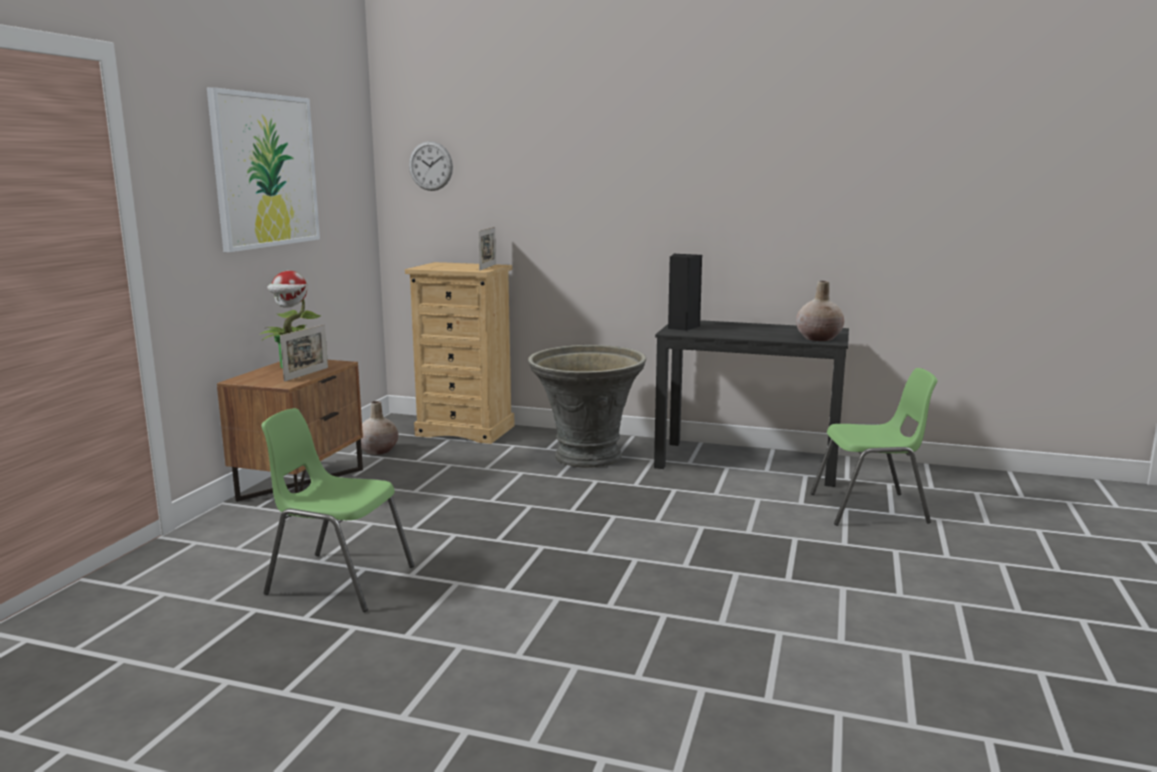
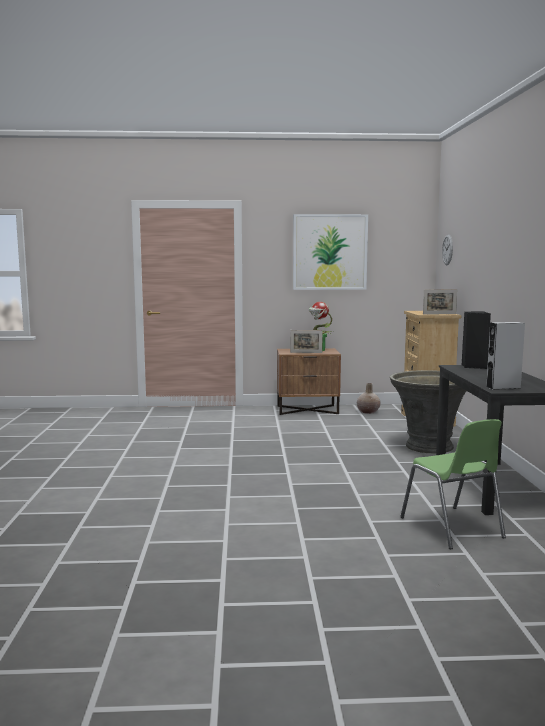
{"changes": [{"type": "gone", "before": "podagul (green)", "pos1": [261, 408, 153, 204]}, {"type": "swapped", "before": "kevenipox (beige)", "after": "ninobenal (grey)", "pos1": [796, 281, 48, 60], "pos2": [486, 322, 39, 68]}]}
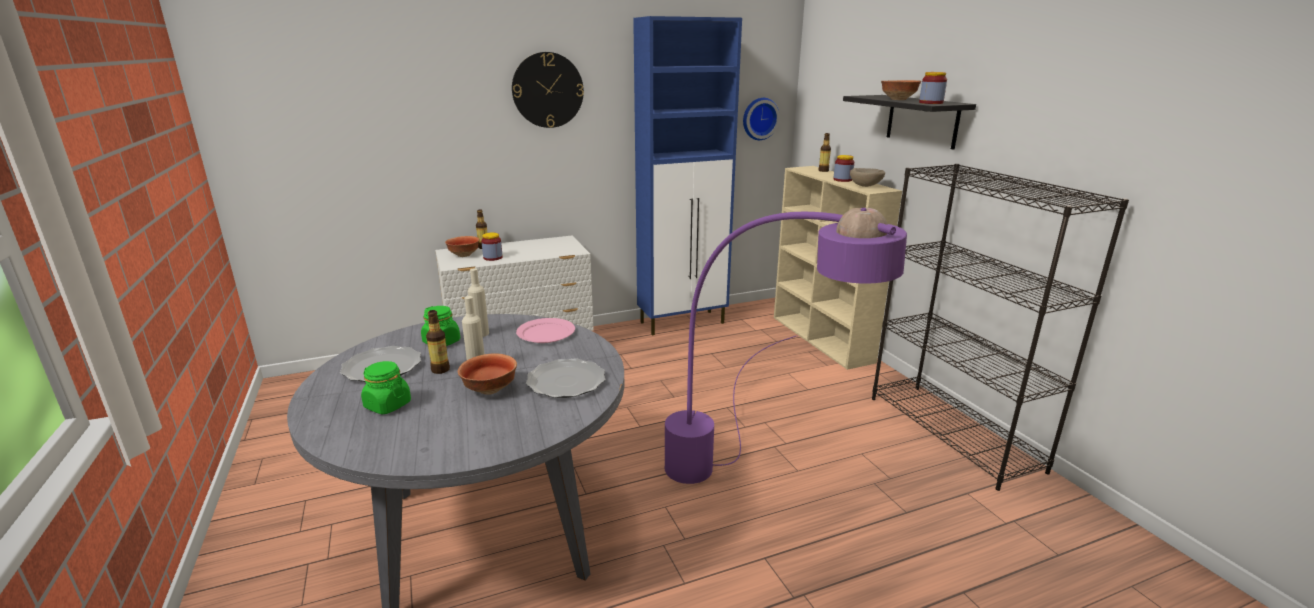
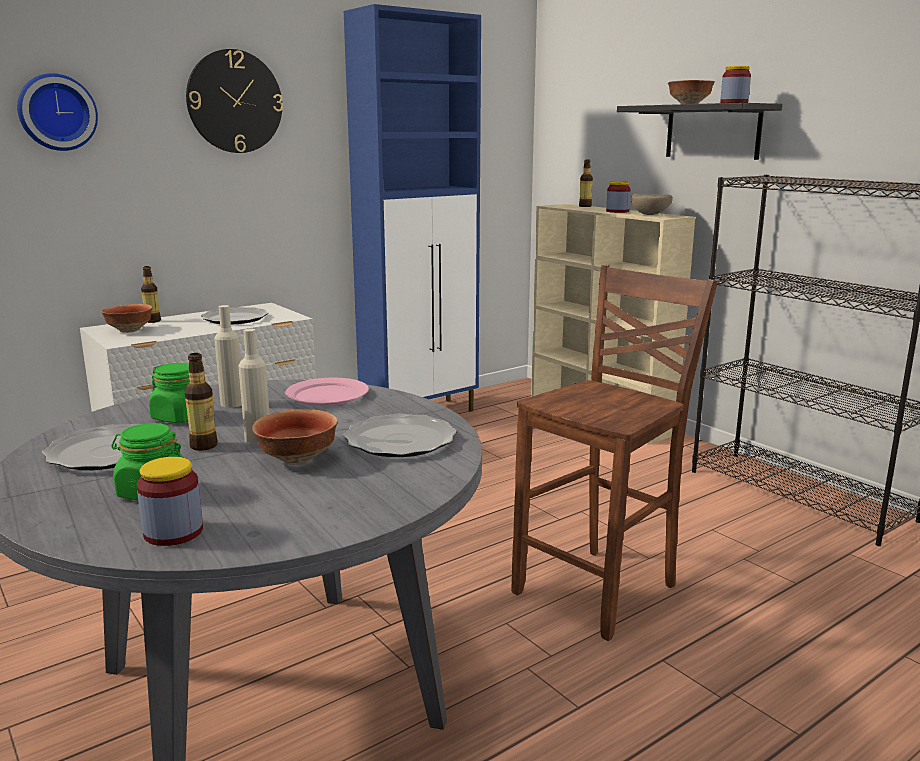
{"changes": [{"type": "shifted", "before": "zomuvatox", "pos1": [481, 232, 22, 29], "pos2": [137, 457, 66, 89]}, {"type": "swapped", "before": "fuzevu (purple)", "after": "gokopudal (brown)", "pos1": [665, 208, 242, 276], "pos2": [511, 265, 207, 376]}, {"type": "shifted", "before": "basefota", "pos1": [743, 98, 37, 42], "pos2": [17, 73, 81, 78]}, {"type": "new", "after": "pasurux", "pos2": [201, 307, 67, 18]}]}
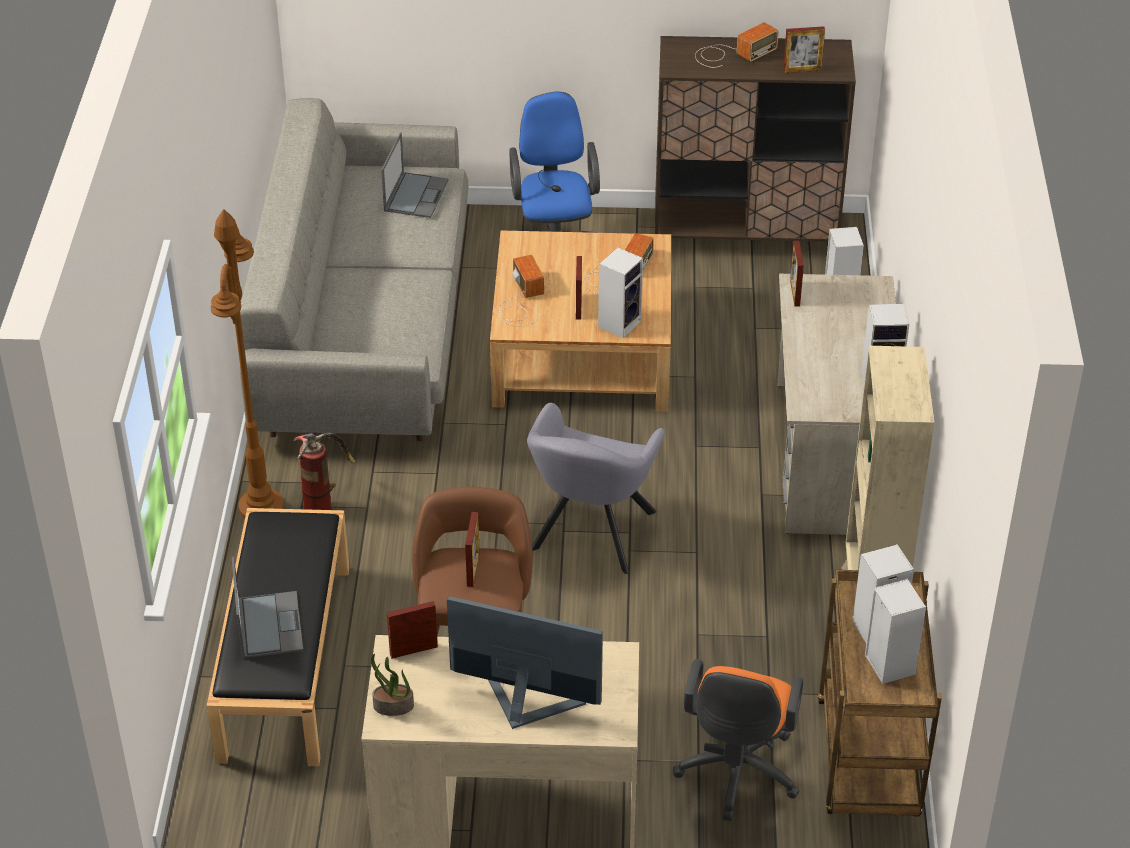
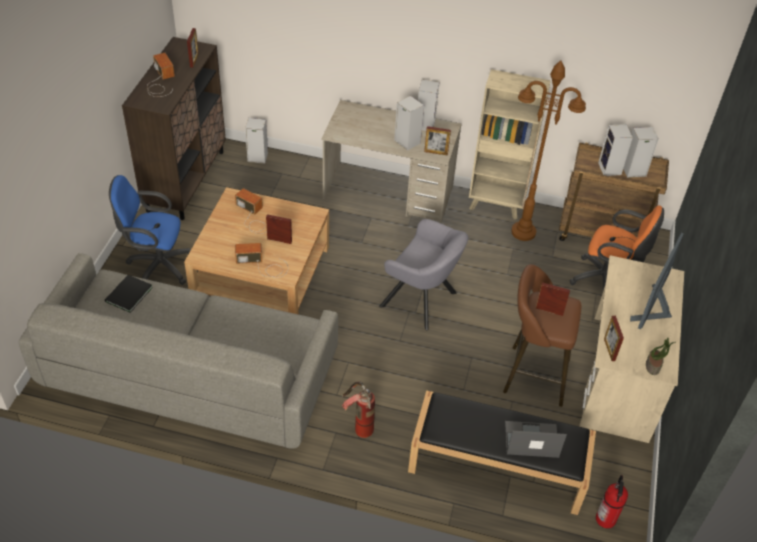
{"changes": [{"type": "shifted", "before": "fuzevu (brown)", "pos1": [211, 209, 73, 310], "pos2": [511, 60, 75, 181]}, {"type": "swapped", "before": "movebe", "after": "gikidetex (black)", "pos1": [381, 132, 68, 86], "pos2": [105, 275, 48, 38]}, {"type": "shifted", "before": "ninobenal", "pos1": [598, 248, 45, 90], "pos2": [394, 96, 30, 55]}, {"type": "shifted", "before": "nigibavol", "pos1": [790, 241, 14, 65], "pos2": [424, 126, 27, 30]}, {"type": "new", "after": "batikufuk", "pos2": [596, 475, 32, 53]}]}
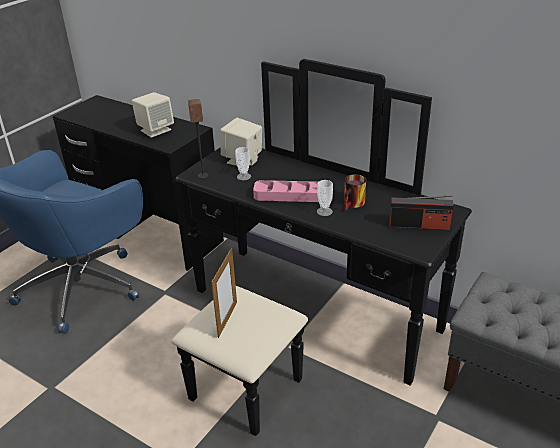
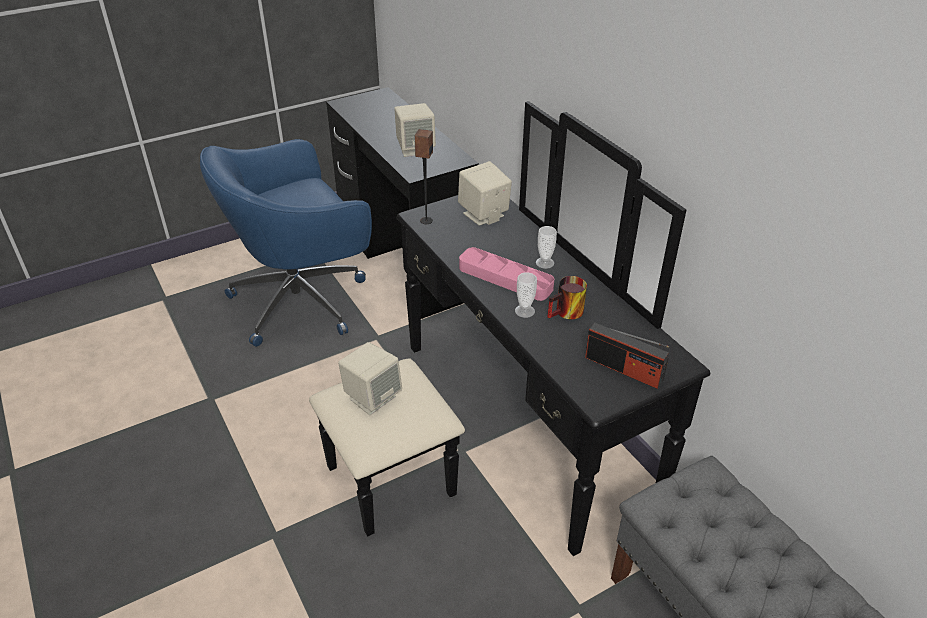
{"changes": [{"type": "swapped", "before": "nigibavol", "after": "ninobenal (beige)", "pos1": [211, 248, 26, 90], "pos2": [338, 342, 64, 73]}, {"type": "shifted", "before": "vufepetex", "pos1": [235, 147, 16, 33], "pos2": [536, 226, 21, 43]}]}
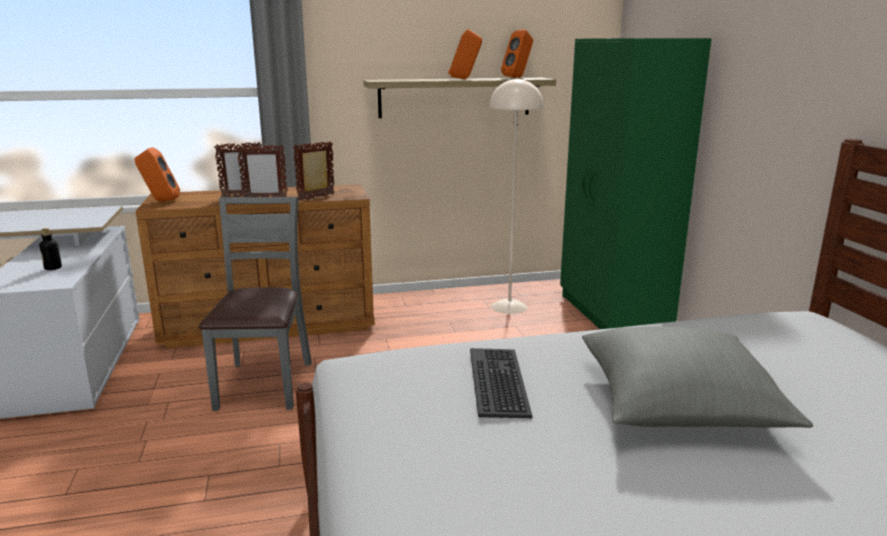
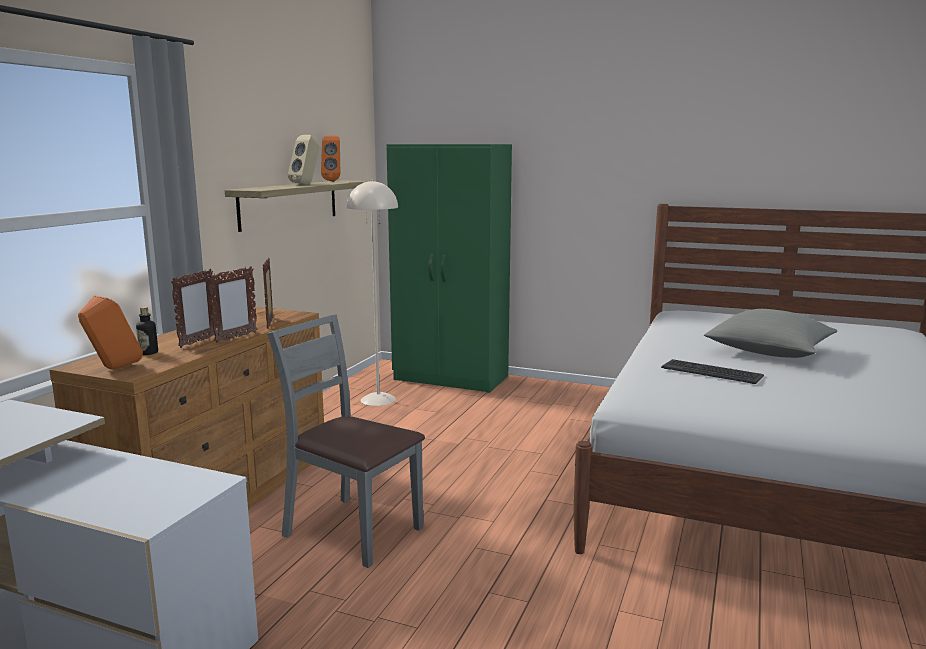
{"changes": [{"type": "shifted", "before": "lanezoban", "pos1": [39, 228, 23, 42], "pos2": [136, 307, 22, 48]}, {"type": "repainted", "before": "ninobenal (orange)", "after": "ninobenal (beige)", "pos1": [448, 29, 34, 50], "pos2": [288, 135, 32, 49]}]}
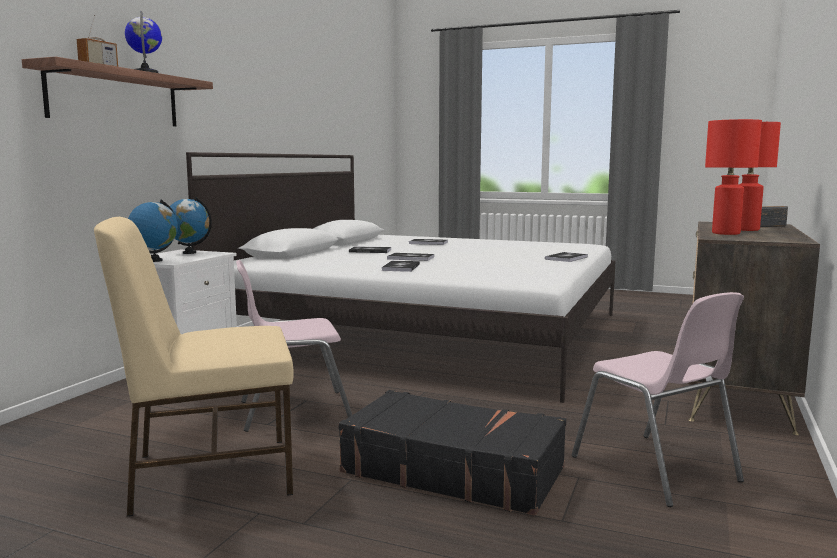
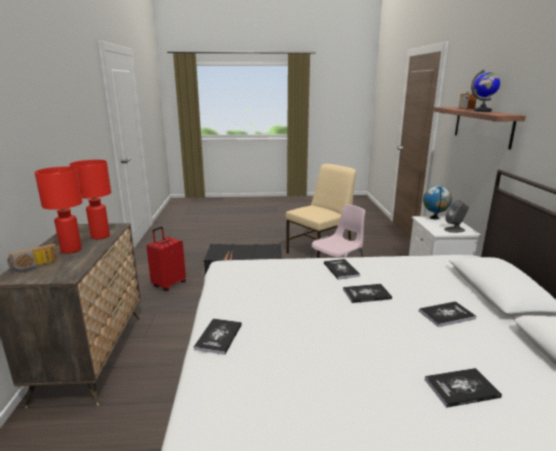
{"changes": [{"type": "swapped", "before": "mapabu", "after": "ninobenal (grey)", "pos1": [170, 197, 42, 57], "pos2": [444, 200, 25, 33]}, {"type": "swapped", "before": "podagul (pink)", "after": "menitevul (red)", "pos1": [572, 292, 172, 215], "pos2": [146, 227, 40, 64]}]}
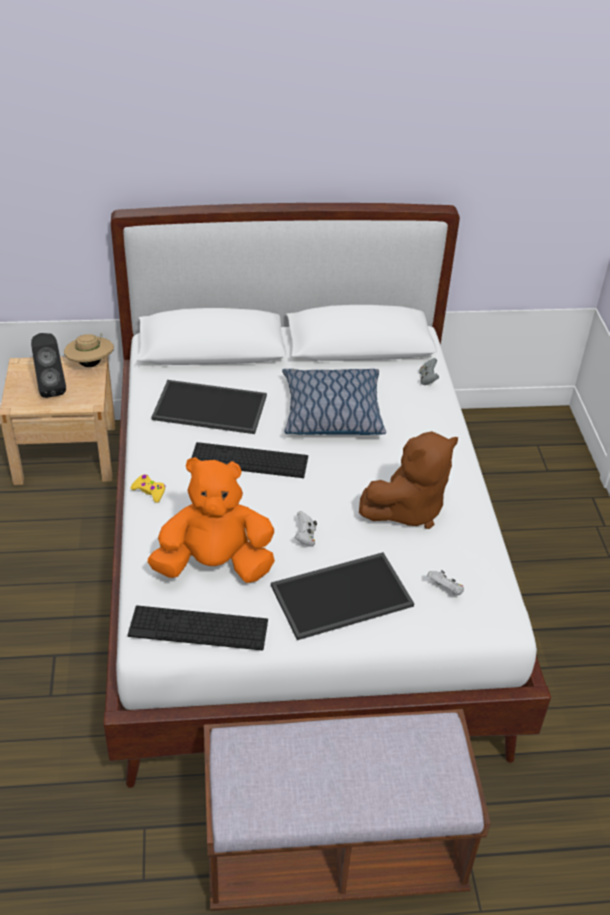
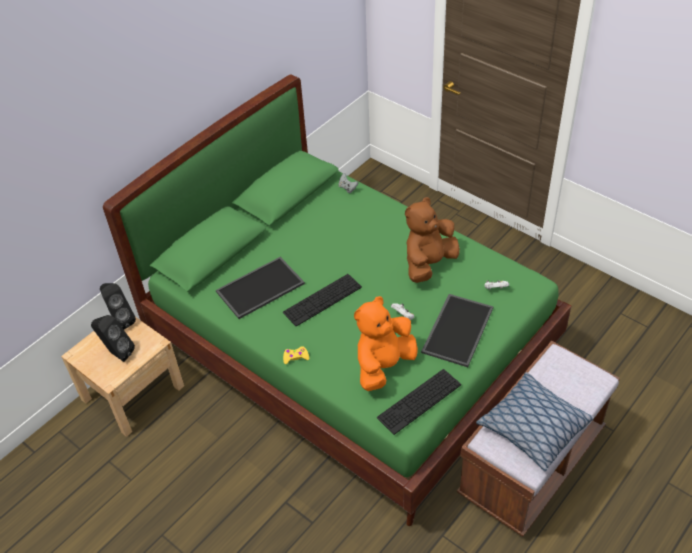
{"changes": [{"type": "swapped", "before": "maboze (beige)", "after": "ninobenal (black)", "pos1": [64, 333, 50, 34], "pos2": [100, 283, 36, 47]}, {"type": "repainted", "before": "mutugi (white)", "after": "mutugi (green)", "pos1": [104, 203, 447, 585], "pos2": [103, 74, 468, 452]}, {"type": "shifted", "before": "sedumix", "pos1": [282, 369, 104, 66], "pos2": [476, 372, 118, 99]}, {"type": "rotated", "before": "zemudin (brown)", "pos1": [359, 431, 99, 98], "pos2": [405, 197, 55, 86], "turn": -150}]}
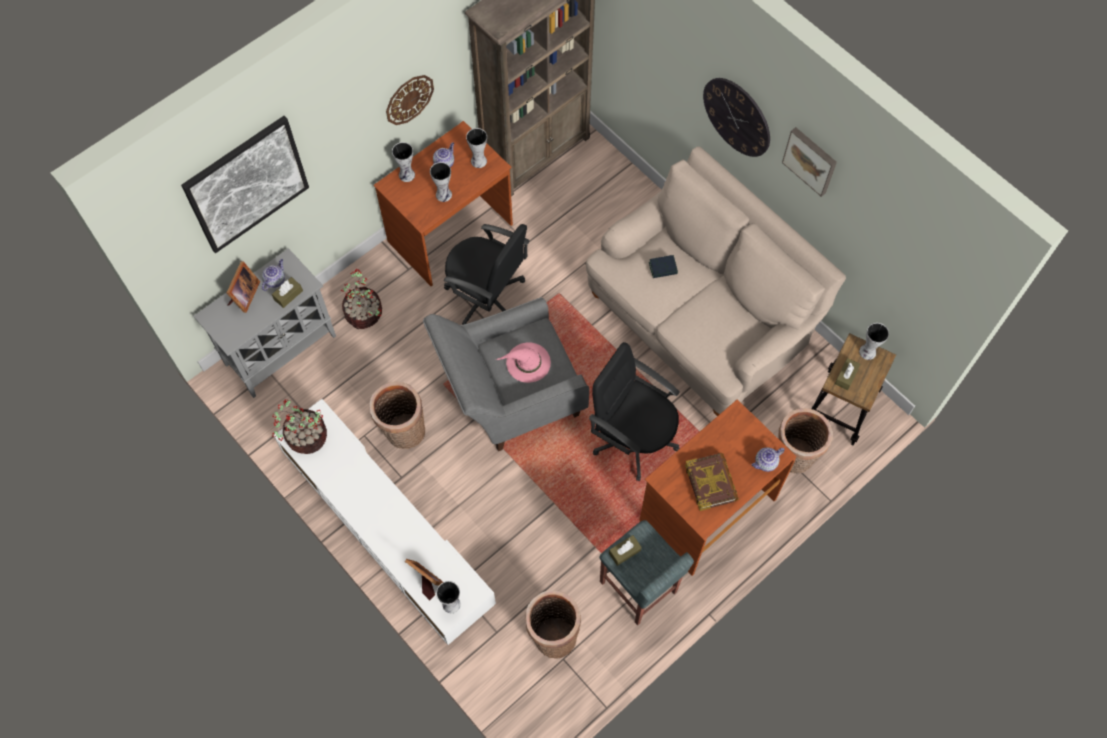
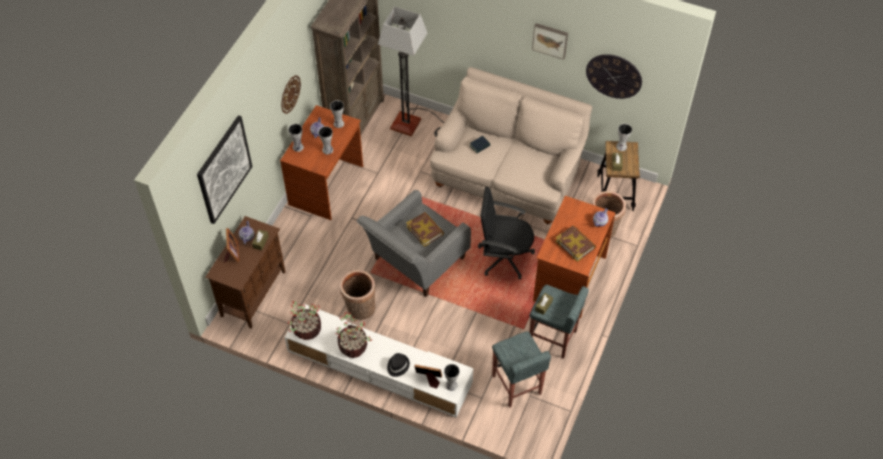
{"changes": [{"type": "repainted", "before": "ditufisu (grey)", "after": "ditufisu (brown)", "pos1": [194, 248, 142, 150], "pos2": [205, 216, 81, 112]}, {"type": "shifted", "before": "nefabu", "pos1": [340, 268, 42, 61], "pos2": [336, 312, 35, 46]}, {"type": "gone", "before": "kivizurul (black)", "pos1": [444, 224, 86, 101]}, {"type": "swapped", "before": "maboze (pink)", "after": "gikidetex", "pos1": [496, 342, 55, 41], "pos2": [406, 212, 38, 35]}, {"type": "swapped", "before": "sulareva", "after": "gokopudal (grey)", "pos1": [525, 590, 56, 68], "pos2": [492, 331, 59, 77]}, {"type": "shifted", "before": "basefota", "pos1": [703, 78, 67, 79], "pos2": [586, 54, 56, 45]}, {"type": "new", "after": "fuzevu", "pos2": [378, 6, 66, 131]}, {"type": "new", "after": "maboze (black)", "pos2": [387, 353, 23, 24]}]}
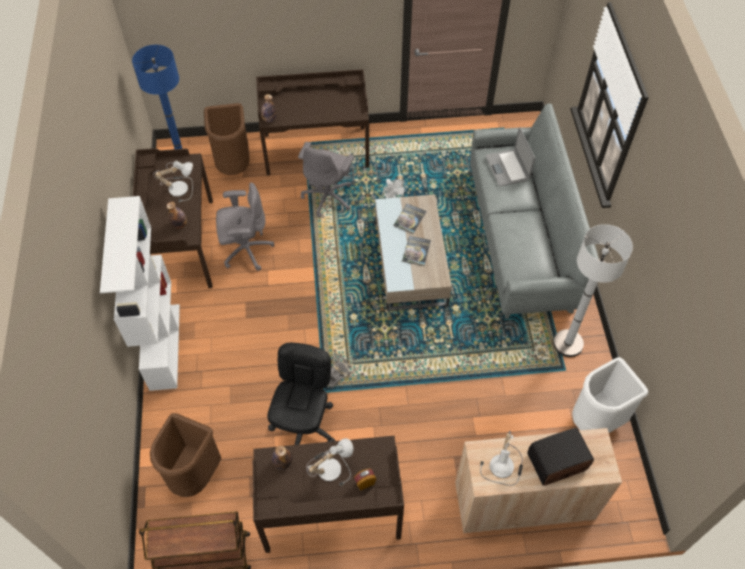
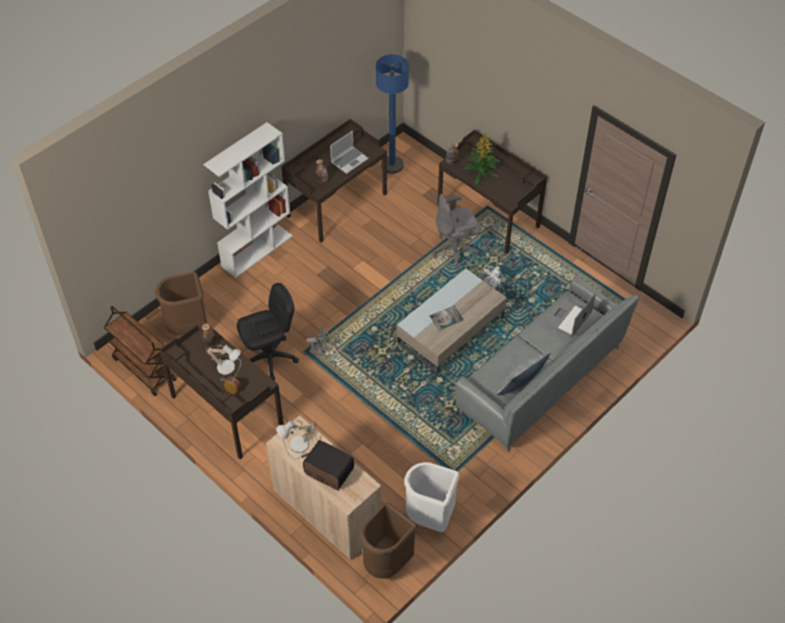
{"changes": [{"type": "swapped", "before": "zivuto", "after": "movebe", "pos1": [153, 161, 40, 41], "pos2": [330, 131, 39, 43]}, {"type": "shifted", "before": "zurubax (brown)", "pos1": [204, 103, 46, 72], "pos2": [361, 502, 56, 77]}, {"type": "gone", "before": "kivizurul (grey)", "pos1": [216, 183, 58, 88]}, {"type": "gone", "before": "gikidetex", "pos1": [393, 204, 33, 30]}, {"type": "gone", "before": "fuzevu (white)", "pos1": [553, 224, 80, 133]}, {"type": "new", "after": "nefabu", "pos2": [464, 133, 37, 51]}, {"type": "new", "after": "sedumix", "pos2": [496, 352, 55, 44]}]}
